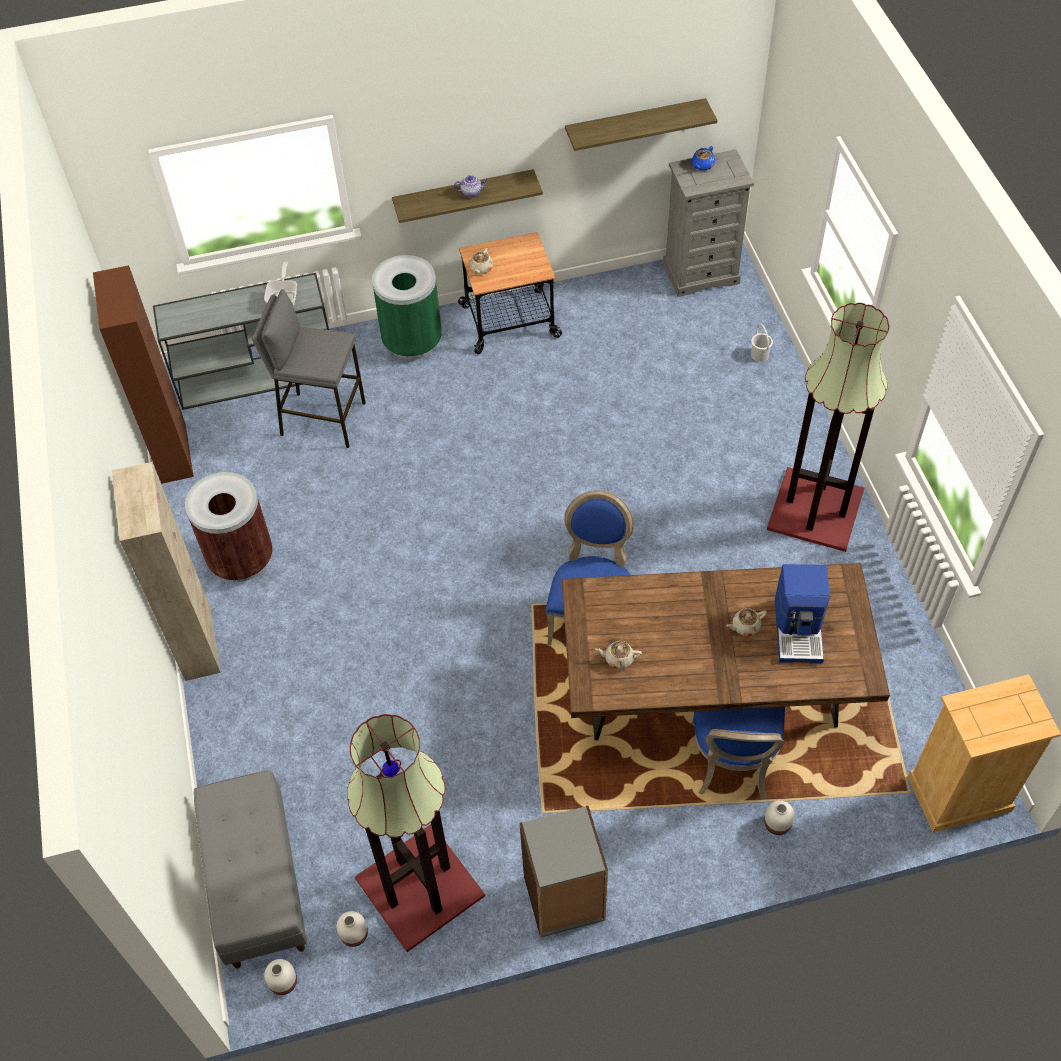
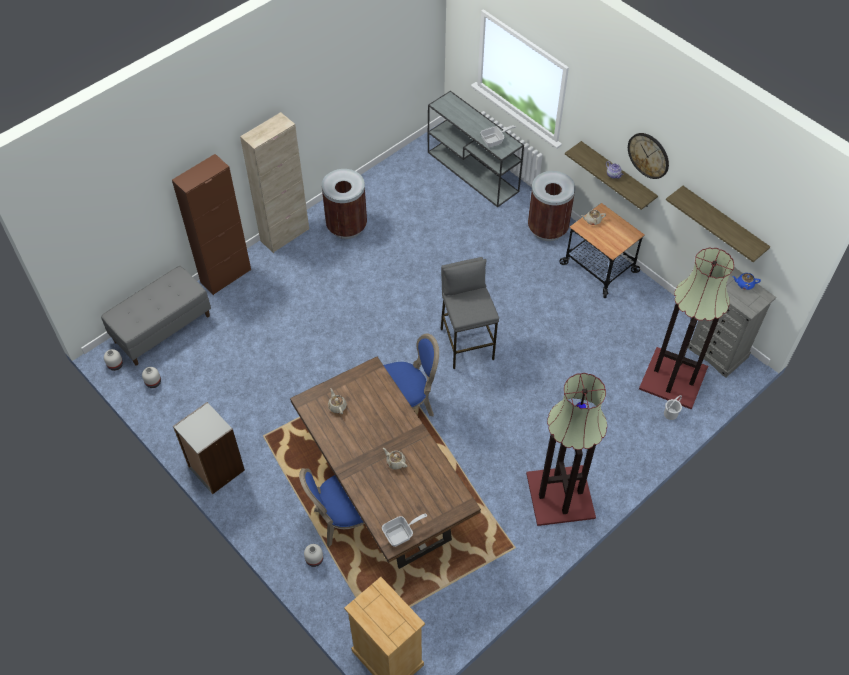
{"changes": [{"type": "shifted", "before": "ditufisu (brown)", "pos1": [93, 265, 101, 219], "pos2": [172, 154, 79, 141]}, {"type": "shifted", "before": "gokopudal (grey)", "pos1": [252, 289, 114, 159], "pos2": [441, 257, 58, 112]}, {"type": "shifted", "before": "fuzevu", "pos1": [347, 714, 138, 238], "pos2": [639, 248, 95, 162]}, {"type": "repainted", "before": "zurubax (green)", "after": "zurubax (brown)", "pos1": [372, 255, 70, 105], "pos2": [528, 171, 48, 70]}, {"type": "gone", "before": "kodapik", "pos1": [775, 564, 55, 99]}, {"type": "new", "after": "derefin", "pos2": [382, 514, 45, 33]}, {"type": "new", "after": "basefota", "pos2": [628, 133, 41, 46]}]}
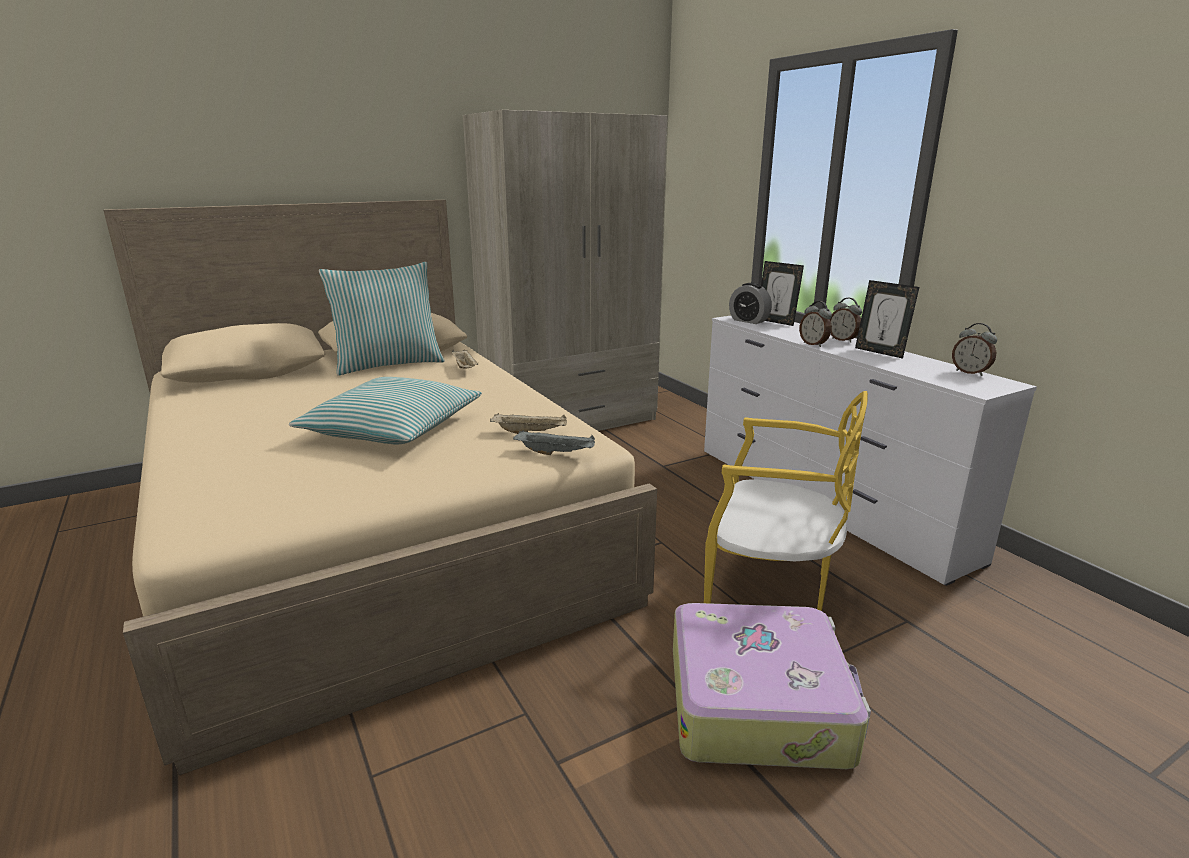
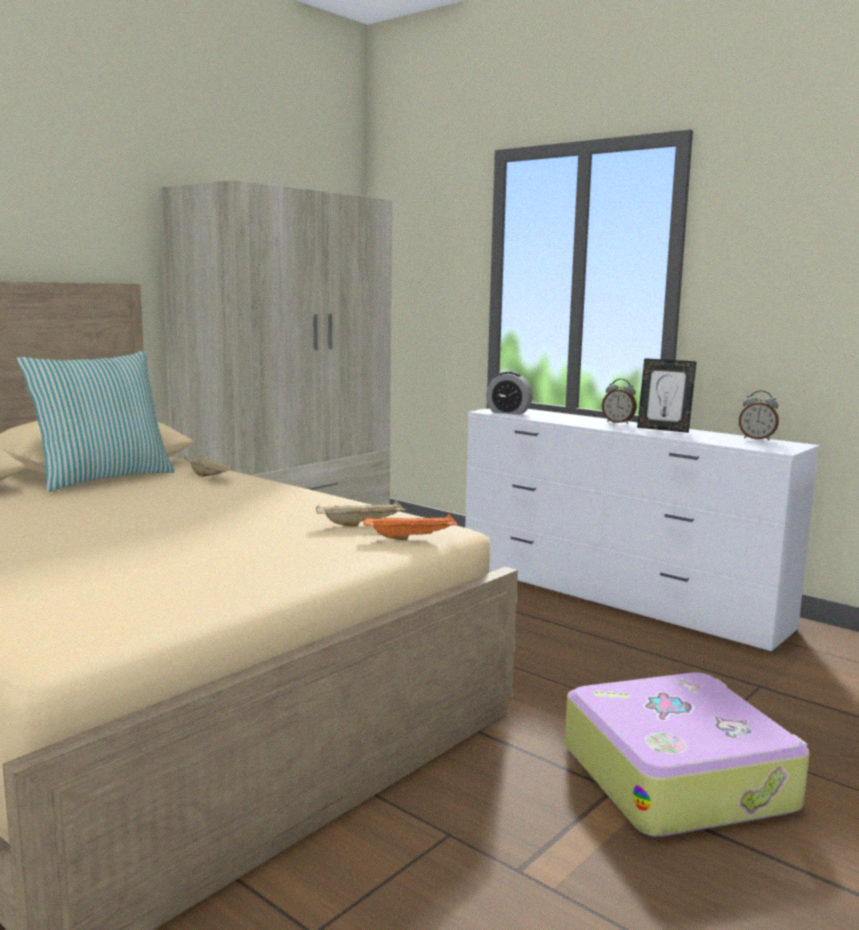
{"changes": [{"type": "gone", "before": "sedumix", "pos1": [289, 377, 193, 67]}, {"type": "repainted", "before": "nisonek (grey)", "after": "nisonek (orange)", "pos1": [513, 430, 82, 25], "pos2": [363, 514, 96, 26]}, {"type": "gone", "before": "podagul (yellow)", "pos1": [704, 391, 164, 220]}, {"type": "gone", "before": "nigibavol", "pos1": [761, 261, 43, 65]}, {"type": "gone", "before": "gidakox", "pos1": [799, 301, 33, 46]}]}
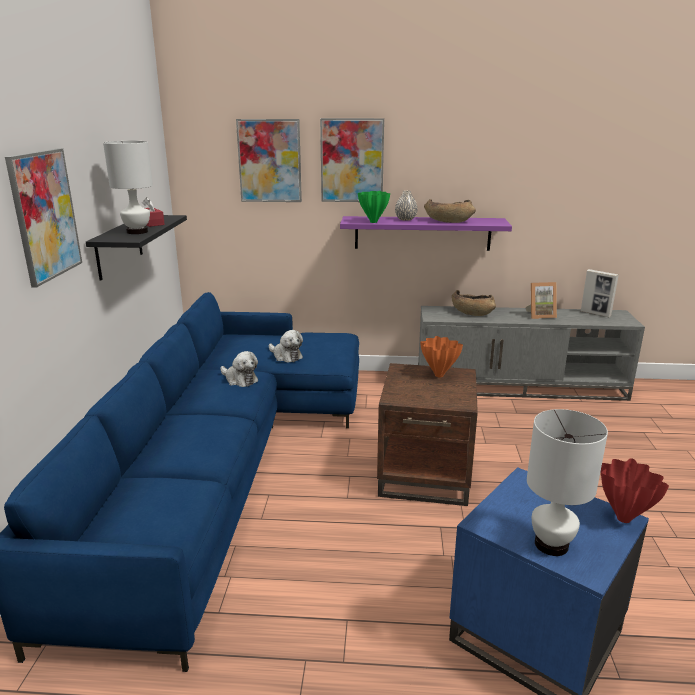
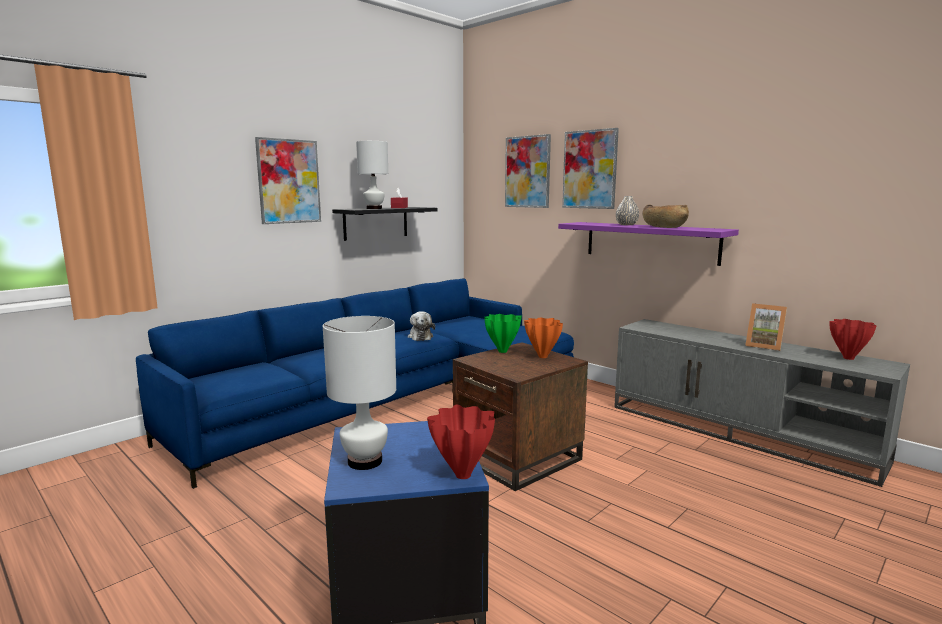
{"changes": [{"type": "gone", "before": "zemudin", "pos1": [269, 330, 34, 32]}, {"type": "shifted", "before": "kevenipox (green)", "pos1": [358, 191, 32, 32], "pos2": [484, 314, 38, 39]}, {"type": "gone", "before": "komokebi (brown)", "pos1": [452, 290, 44, 26]}, {"type": "swapped", "before": "nigibavol", "after": "kevenipox (red)", "pos1": [581, 269, 38, 49], "pos2": [829, 319, 48, 41]}]}
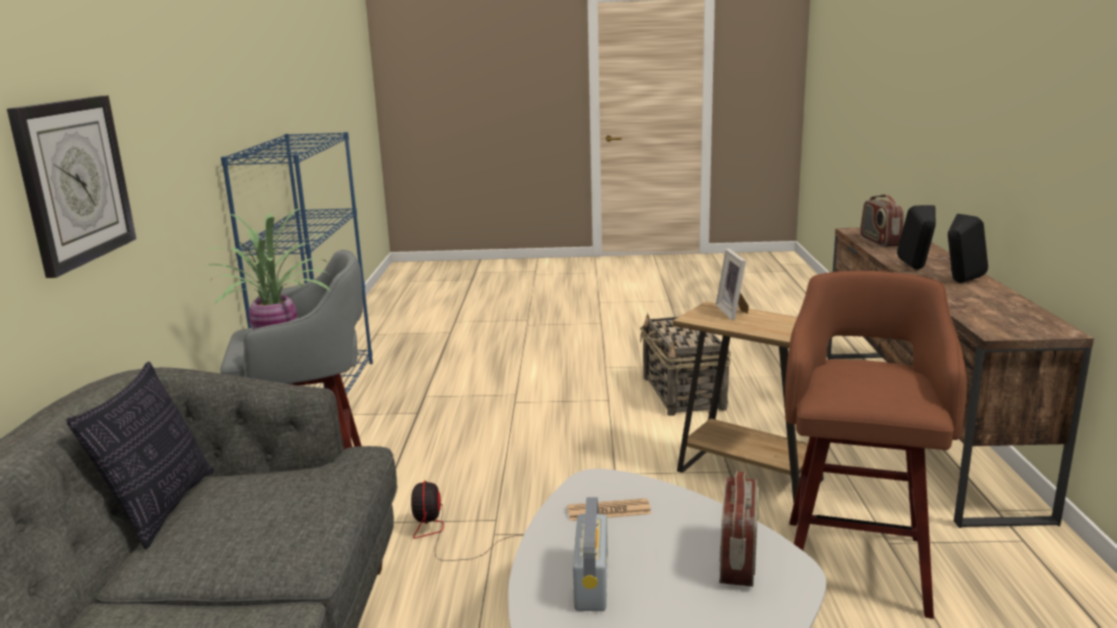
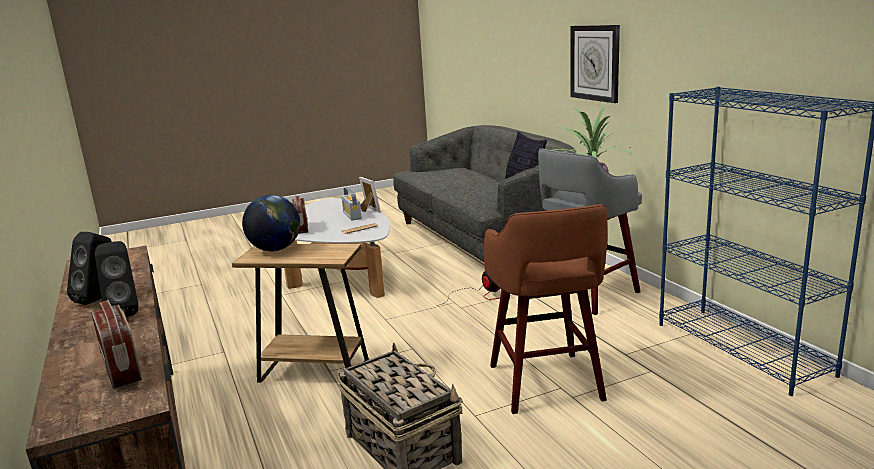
{"changes": [{"type": "shifted", "before": "nigibavol", "pos1": [716, 249, 33, 71], "pos2": [359, 177, 22, 36]}, {"type": "shifted", "before": "gokopudal (brown)", "pos1": [785, 271, 182, 348], "pos2": [484, 204, 124, 210]}, {"type": "new", "after": "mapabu", "pos2": [242, 195, 58, 56]}]}
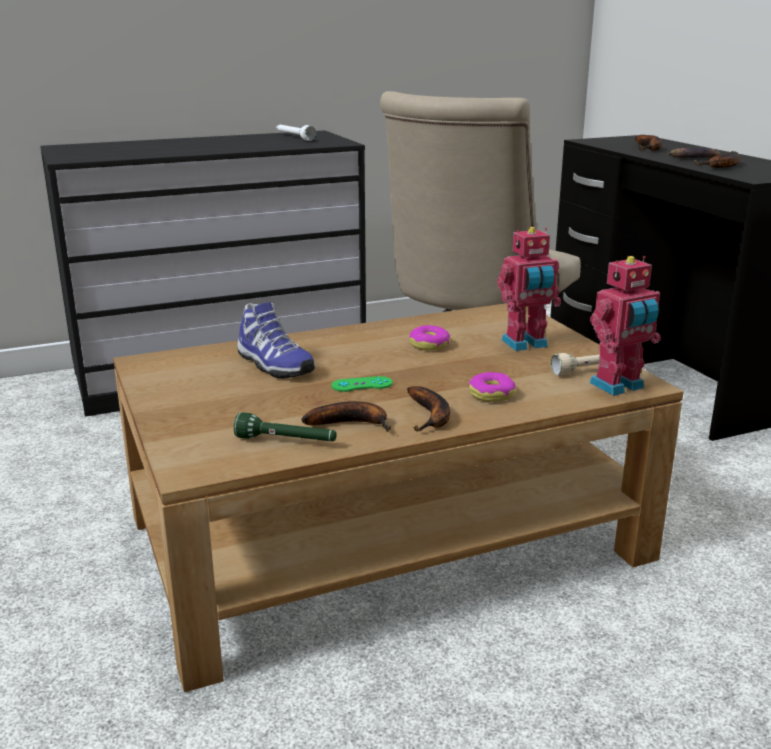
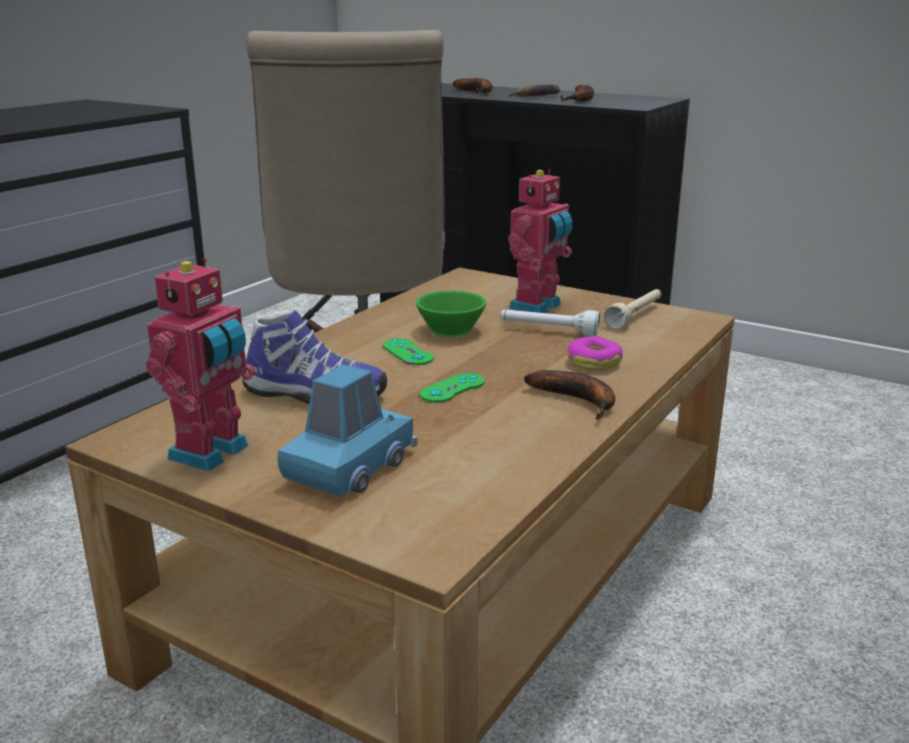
{"changes": [{"type": "gone", "before": "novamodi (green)", "pos1": [234, 412, 103, 29]}, {"type": "shifted", "before": "novamodi (white)", "pos1": [277, 124, 39, 17], "pos2": [501, 309, 99, 27]}, {"type": "gone", "before": "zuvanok", "pos1": [301, 401, 90, 31]}, {"type": "swapped", "before": "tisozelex", "after": "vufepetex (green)", "pos1": [409, 325, 41, 25], "pos2": [416, 290, 70, 47]}, {"type": "shifted", "before": "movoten", "pos1": [589, 256, 72, 140], "pos2": [146, 258, 110, 213]}, {"type": "new", "after": "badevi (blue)", "pos2": [278, 365, 140, 132]}, {"type": "new", "after": "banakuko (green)", "pos2": [383, 338, 51, 27]}]}
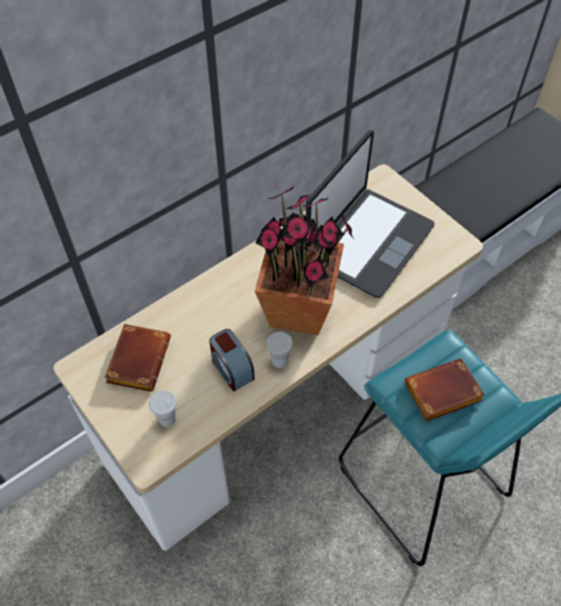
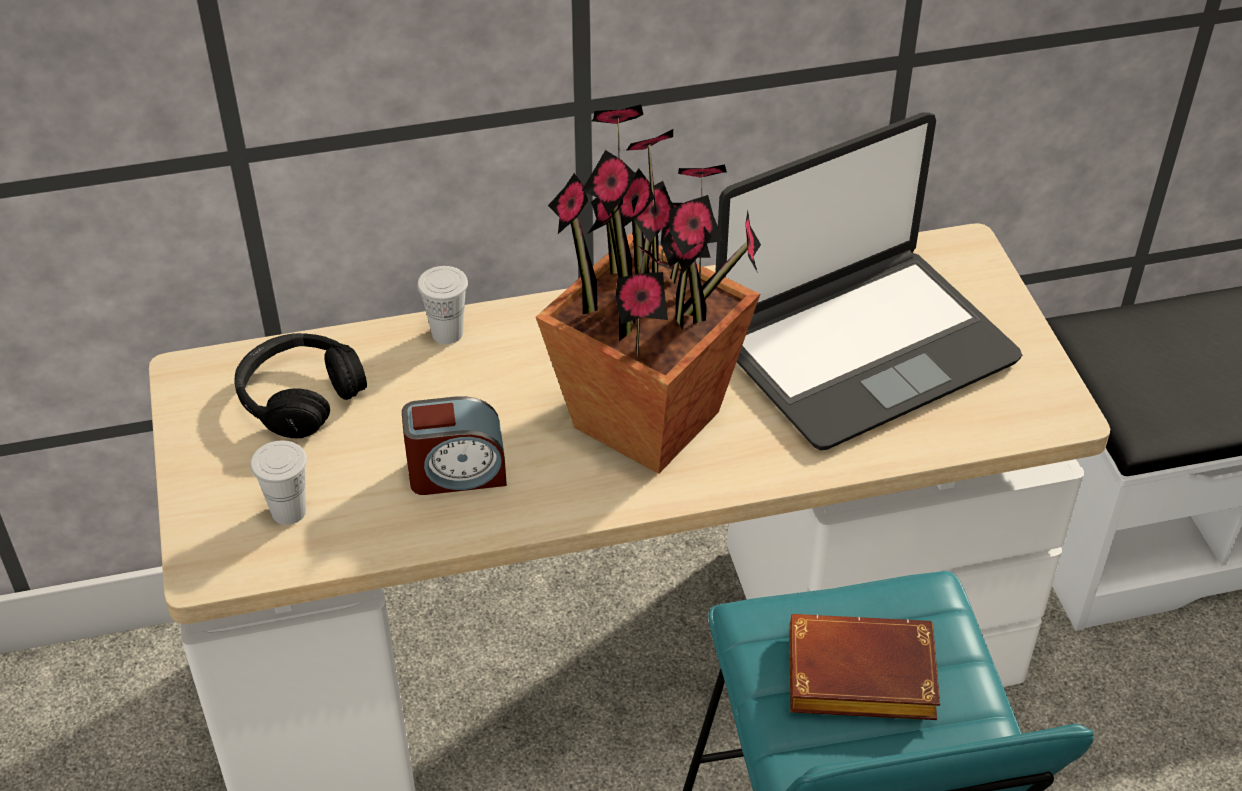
{"changes": [{"type": "swapped", "before": "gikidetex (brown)", "after": "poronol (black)", "pos1": [105, 324, 66, 67], "pos2": [234, 333, 133, 105]}, {"type": "rotated", "before": "gidakox", "pos1": [209, 329, 46, 63], "pos2": [402, 396, 105, 99], "turn": -90}, {"type": "shifted", "before": "vufepetex (white)", "pos1": [267, 332, 26, 36], "pos2": [417, 266, 51, 78]}]}
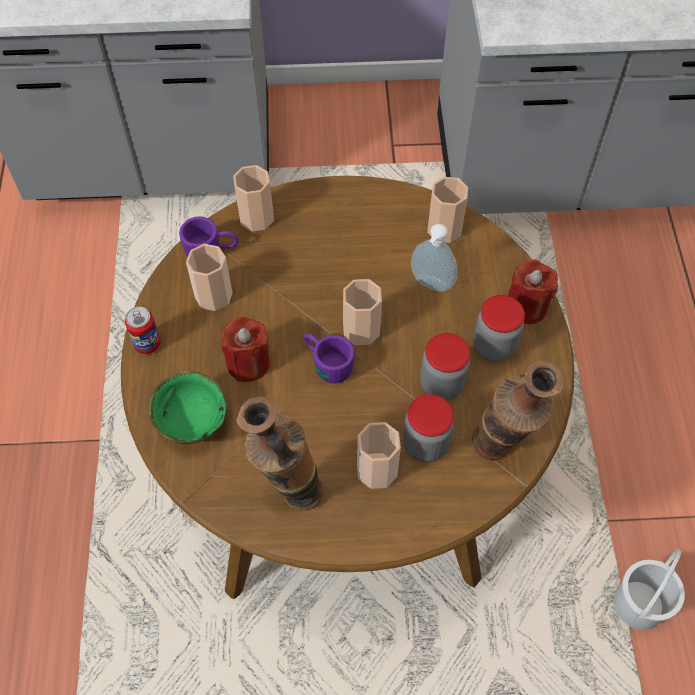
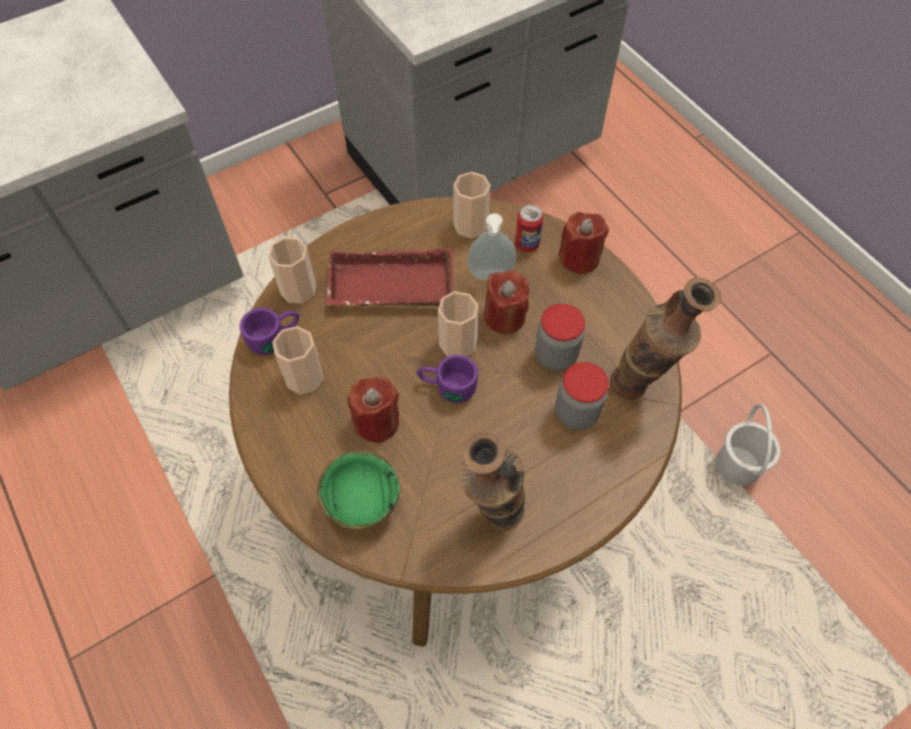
{"changes": [{"type": "shifted", "before": "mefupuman", "pos1": [125, 307, 36, 47], "pos2": [515, 205, 29, 47]}, {"type": "gone", "before": "vufepetex", "pos1": [357, 422, 44, 67]}, {"type": "gone", "before": "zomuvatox", "pos1": [473, 295, 52, 67]}, {"type": "new", "after": "nisonek (red)", "pos2": [326, 247, 128, 59]}, {"type": "new", "after": "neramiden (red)", "pos2": [484, 270, 45, 64]}]}
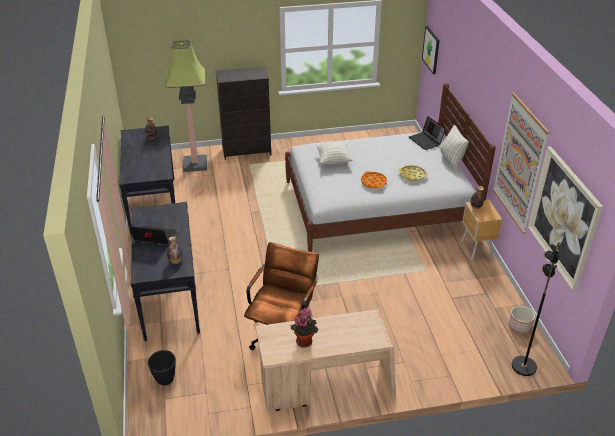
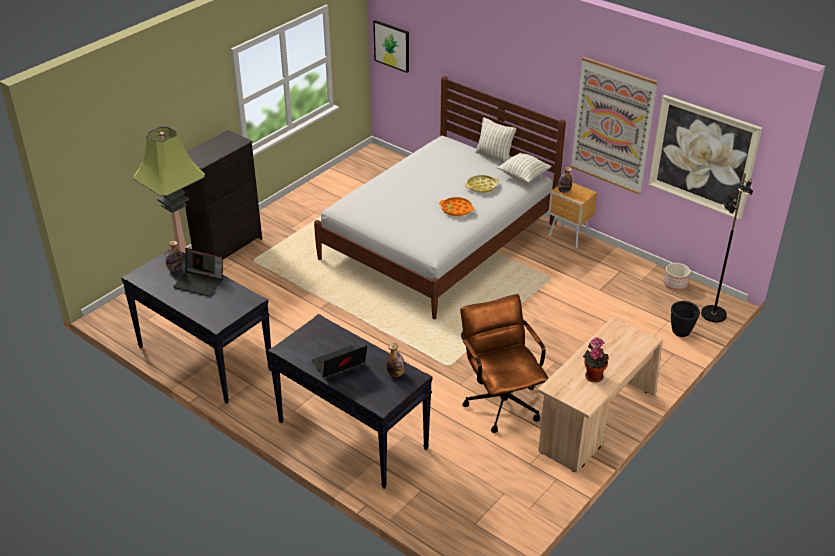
{"changes": [{"type": "shifted", "before": "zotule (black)", "pos1": [148, 350, 28, 35], "pos2": [671, 301, 29, 36]}, {"type": "shifted", "before": "sedumix", "pos1": [316, 141, 37, 24], "pos2": [497, 152, 55, 31]}, {"type": "shifted", "before": "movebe", "pos1": [409, 116, 37, 34], "pos2": [173, 248, 50, 48]}]}
